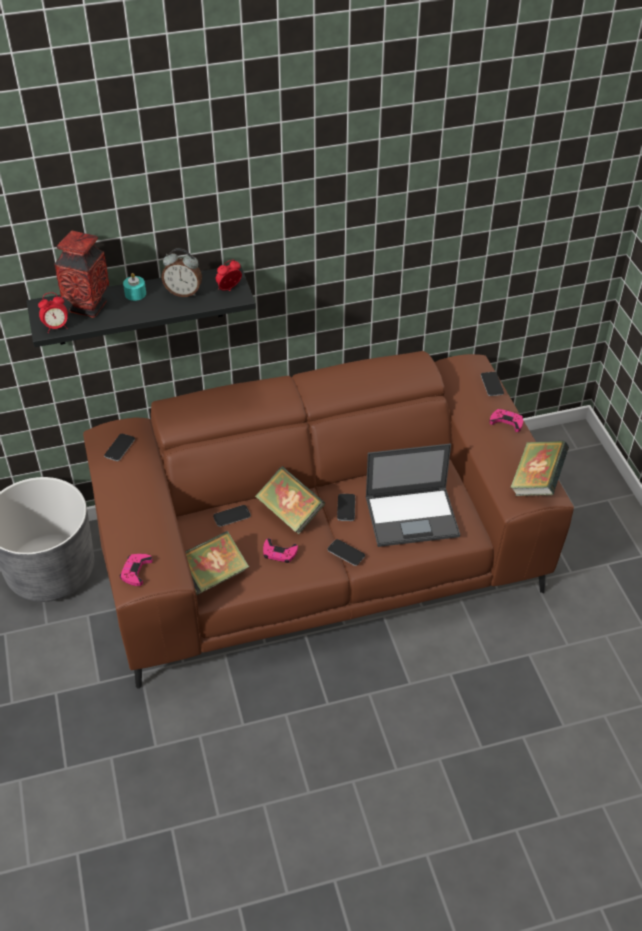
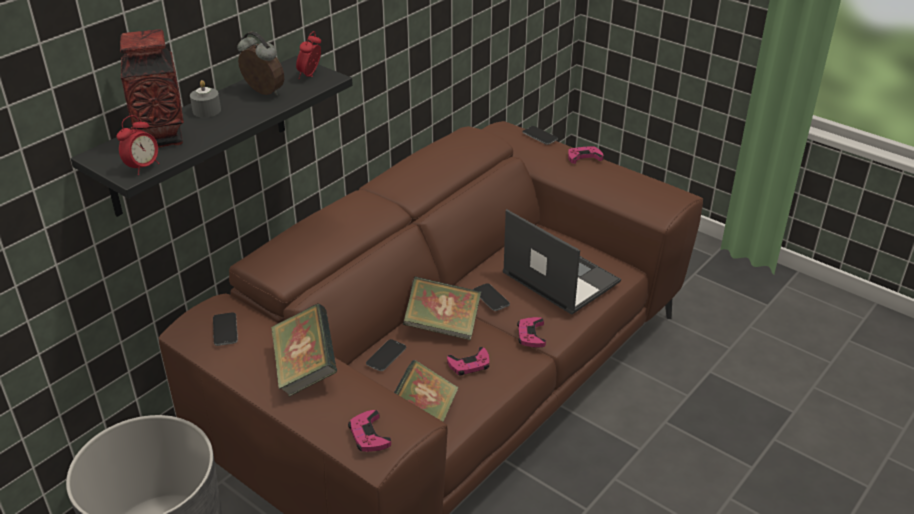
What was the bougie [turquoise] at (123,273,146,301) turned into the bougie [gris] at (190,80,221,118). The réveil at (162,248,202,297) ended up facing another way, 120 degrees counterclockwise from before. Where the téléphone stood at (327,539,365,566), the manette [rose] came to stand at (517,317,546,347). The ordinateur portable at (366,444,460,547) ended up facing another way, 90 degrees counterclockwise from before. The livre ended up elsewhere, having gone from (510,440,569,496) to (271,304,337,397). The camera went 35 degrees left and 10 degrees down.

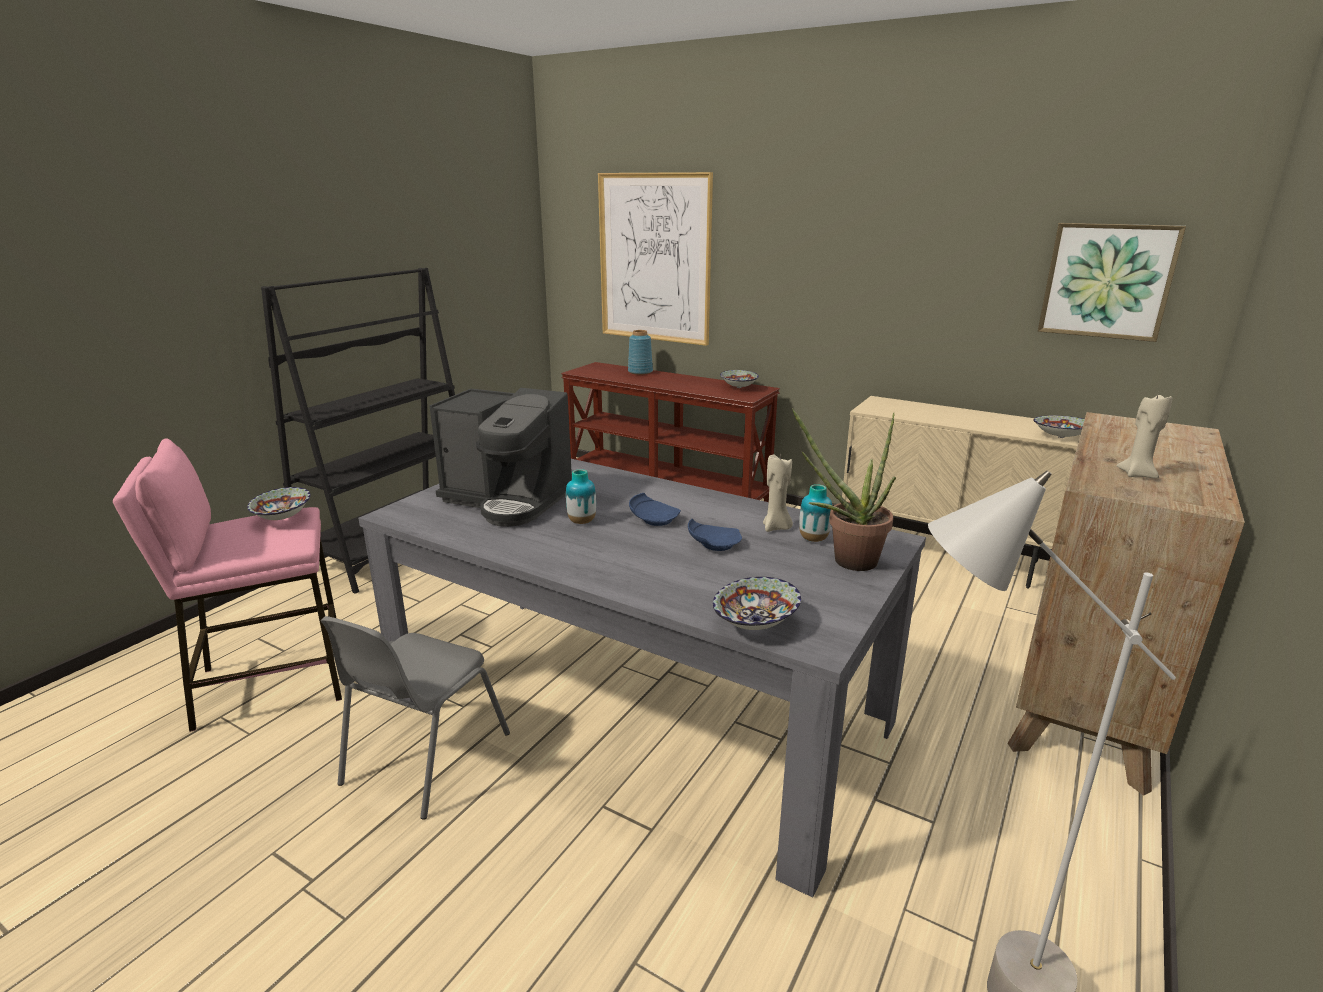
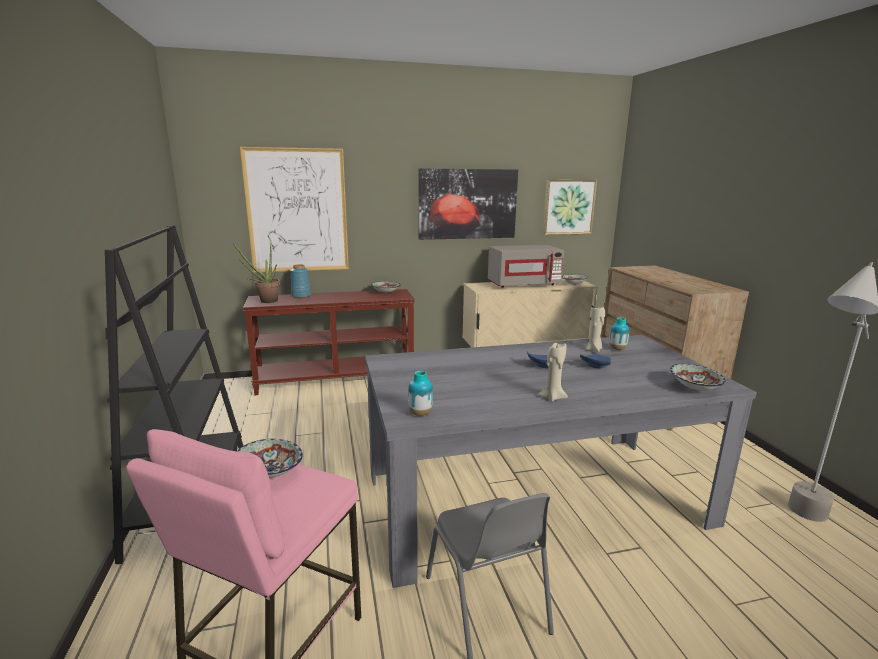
The second view lost the machine à café at (429,388,572,527). The vase ended up elsewhere, having gone from (566,469,596,524) to (408,371,433,416). The plante en pot ended up elsewhere, having gone from (792,408,896,571) to (233,240,280,303). The bougie [beige] ended up elsewhere, having gone from (1116,392,1172,479) to (538,342,568,402). The second view gained the tableau at (418,168,518,240). The second view gained the micro-ondes [gris] at (488,245,564,288). The camera went 45 degrees left and 5 degrees down.

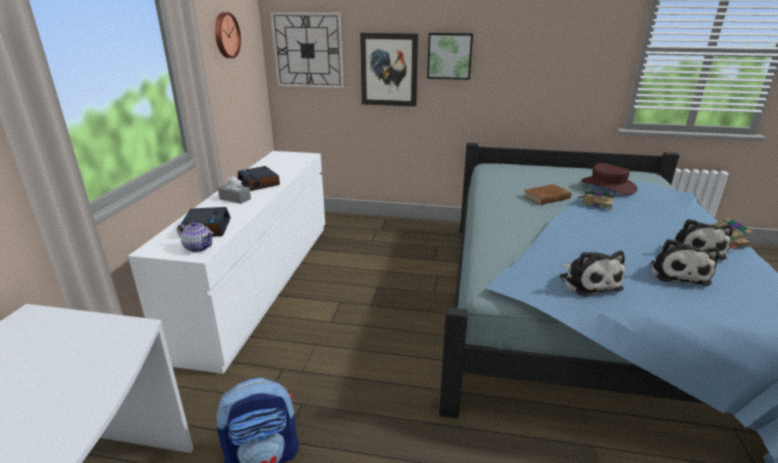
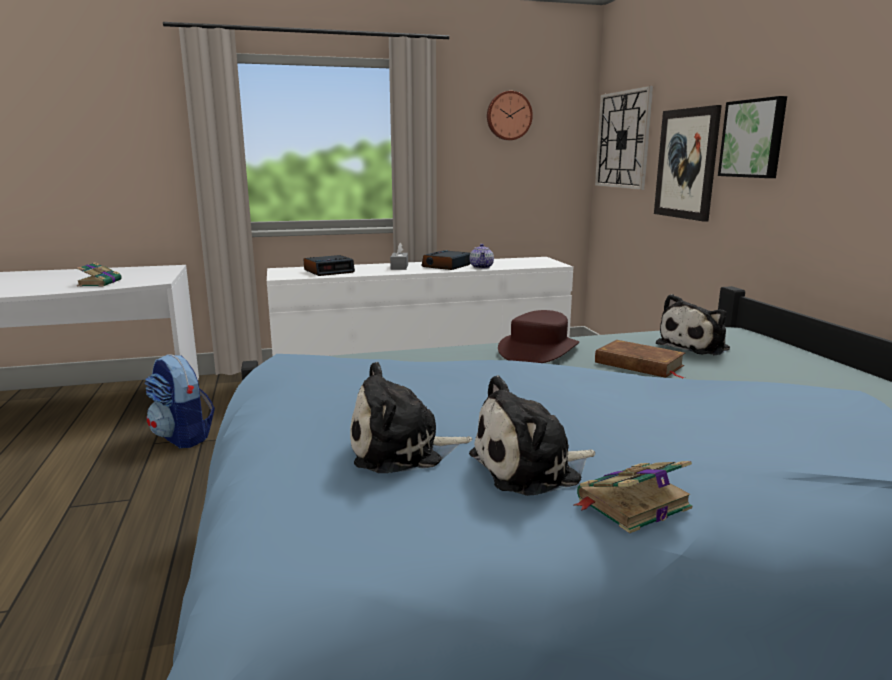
The théière ended up elsewhere, having gone from (177,222,214,252) to (470,244,494,269). The peluche ended up elsewhere, having gone from (560,251,625,297) to (656,294,730,355). The livre ended up elsewhere, having gone from (578,190,615,210) to (76,262,122,286). The chapeau [marron] ended up elsewhere, having gone from (581,163,638,194) to (498,310,579,363). The camera went 65 degrees right and 10 degrees down.

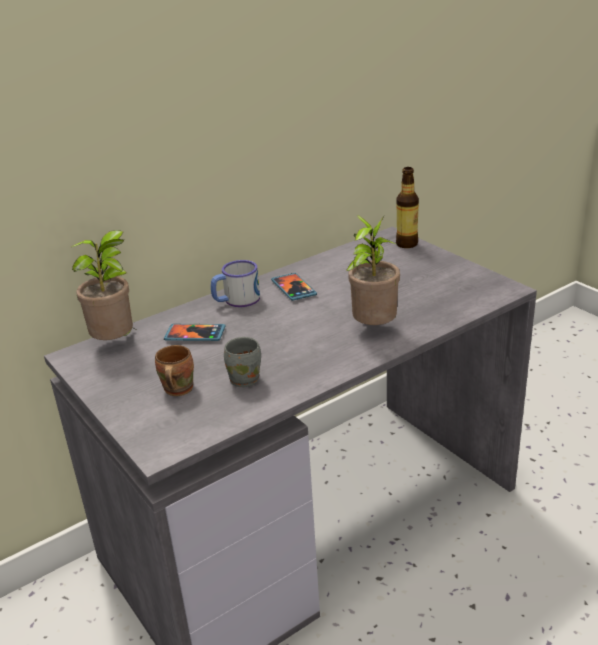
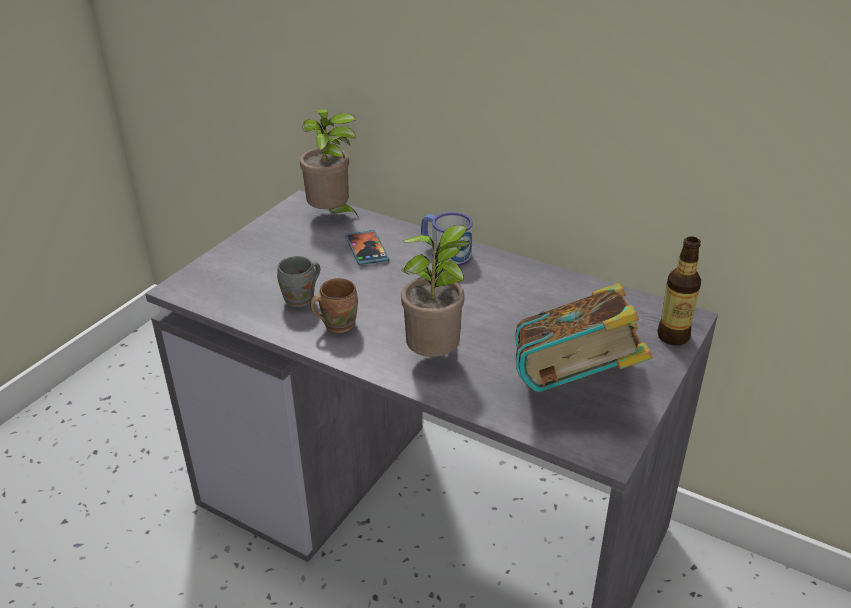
The mug [marron] ended up elsewhere, having gone from (155,345,194,396) to (310,278,358,333). The second view lost the téléphone at (271,273,317,301). The second view gained the livre at (515,283,653,392). The camera went 65 degrees right and 5 degrees up.

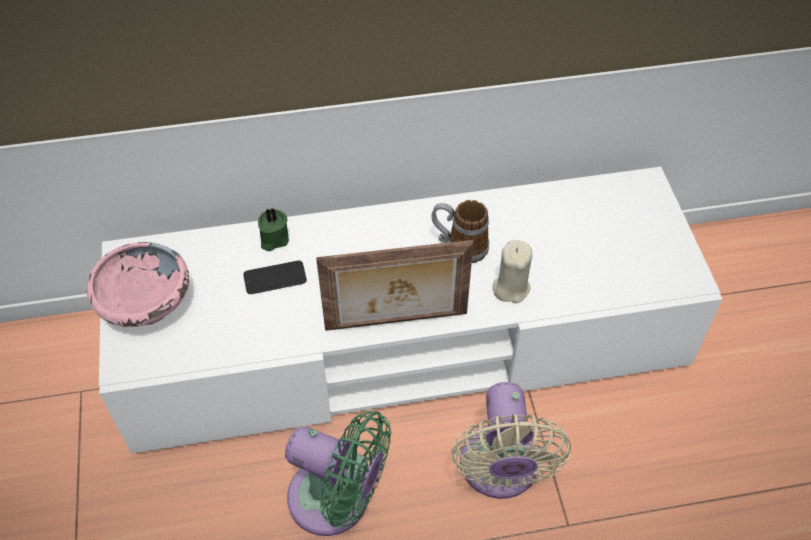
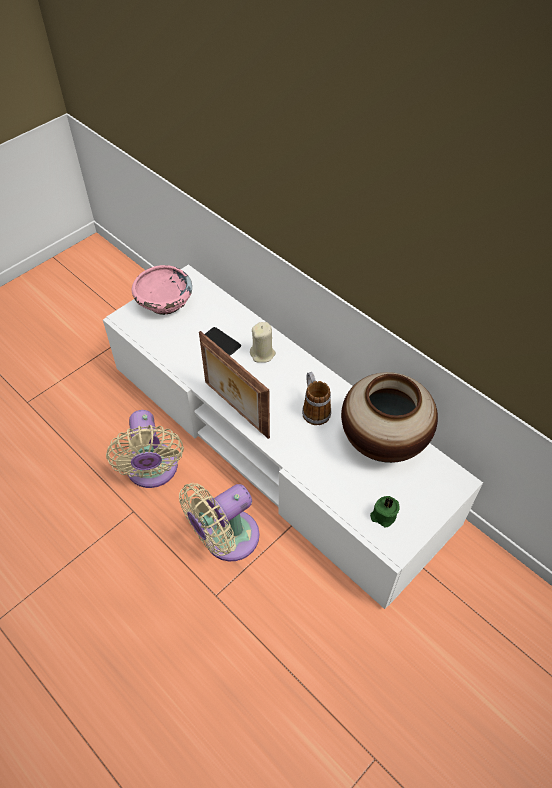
The bougie [vert] ended up elsewhere, having gone from (258,208,289,251) to (370,496,400,527). What was the ventilateur [vert] at (285,411,391,536) turned into the ventilateur [beige] at (106,410,184,488). The bougie [beige] ended up elsewhere, having gone from (493,241,532,303) to (250,322,276,363). The second view gained the vase at (341,372,438,463). The camera went 55 degrees right and 0 degrees up.

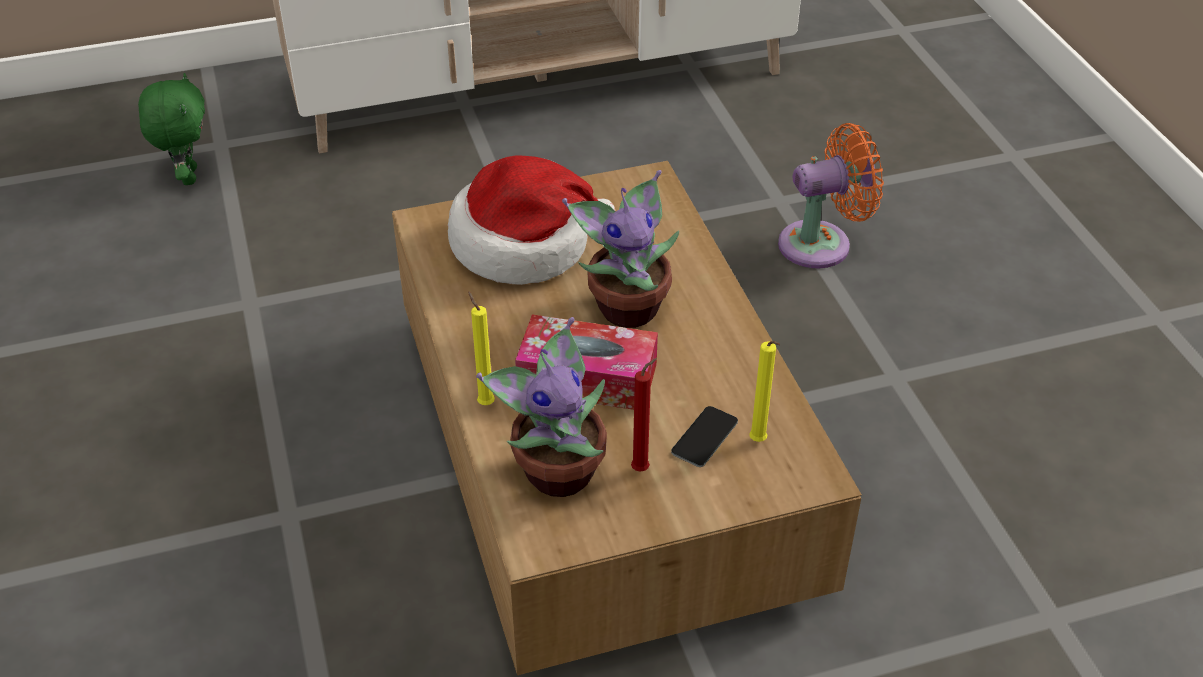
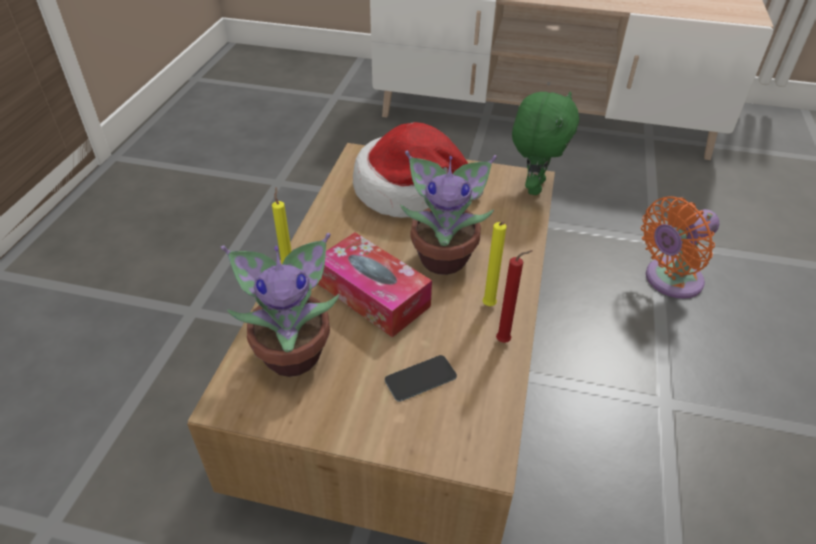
The peluche [vert] ended up elsewhere, having gone from (138,73,205,185) to (512,91,579,195). The bougie [rouge] ended up elsewhere, having gone from (631,358,657,472) to (496,250,532,343). The bougie [jaune] ended up elsewhere, having gone from (749,341,780,442) to (482,222,507,306). The ventilateur [orange] at (778,123,884,268) ended up facing another way, 135 degrees clockwise from before. The camera went 30 degrees right and 0 degrees up.

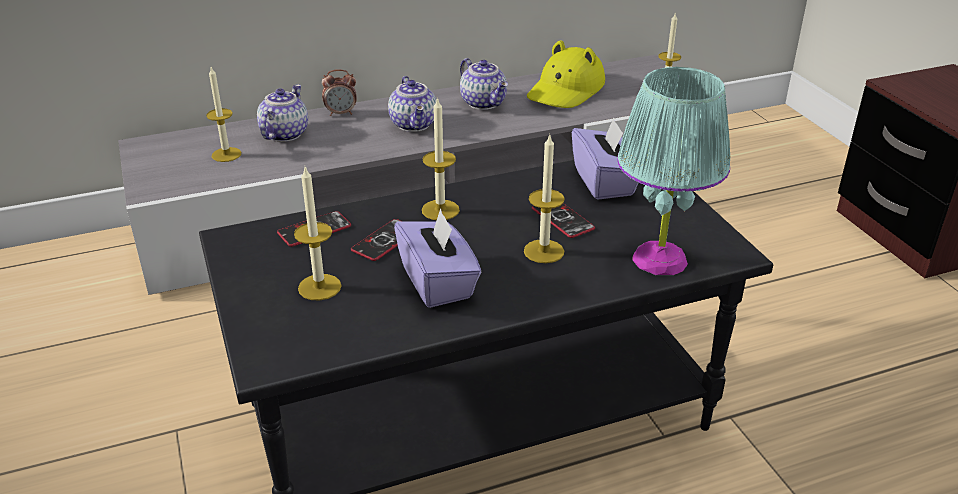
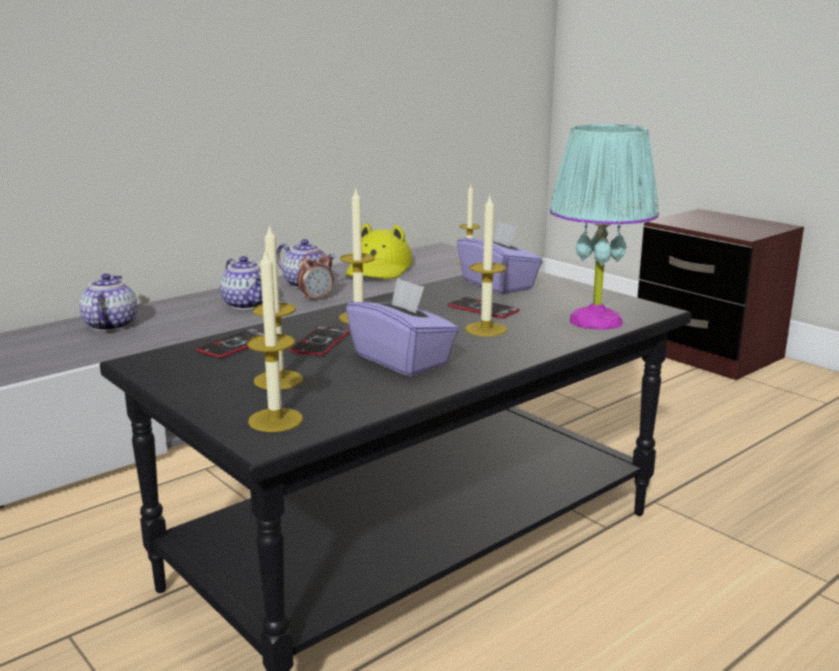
The bougie ended up elsewhere, having gone from (206,67,241,162) to (247,248,303,432). The réveil ended up elsewhere, having gone from (322,69,357,116) to (297,251,334,301). The camera went 20 degrees left and 15 degrees down.

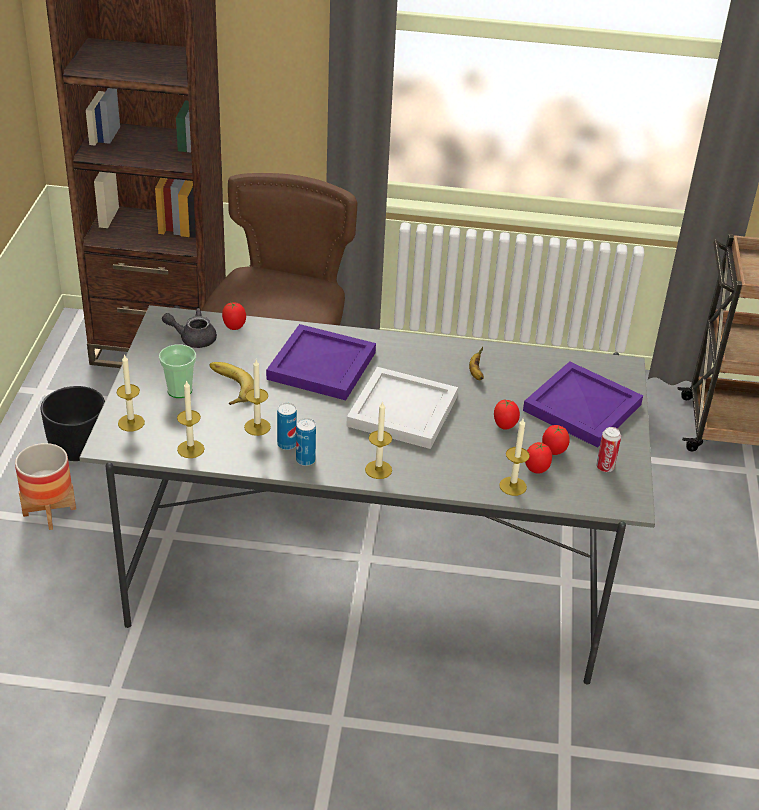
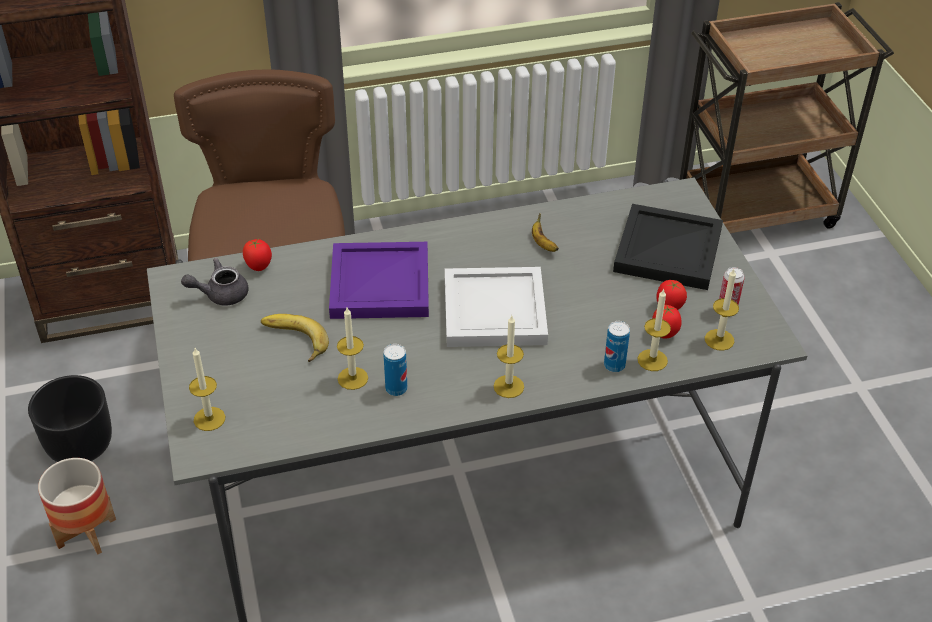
The second view lost the tasse at (159,345,196,398). The bougie ended up elsewhere, having gone from (177,380,205,458) to (705,269,739,351). The boîte métallique ended up elsewhere, having gone from (296,418,316,466) to (604,321,630,372). The second view lost the tomate at (494,400,520,430). What was the plateau [violet] at (523,361,643,448) turned into the plateau [noir] at (613,204,723,290). The camera went 20 degrees left and 5 degrees up.

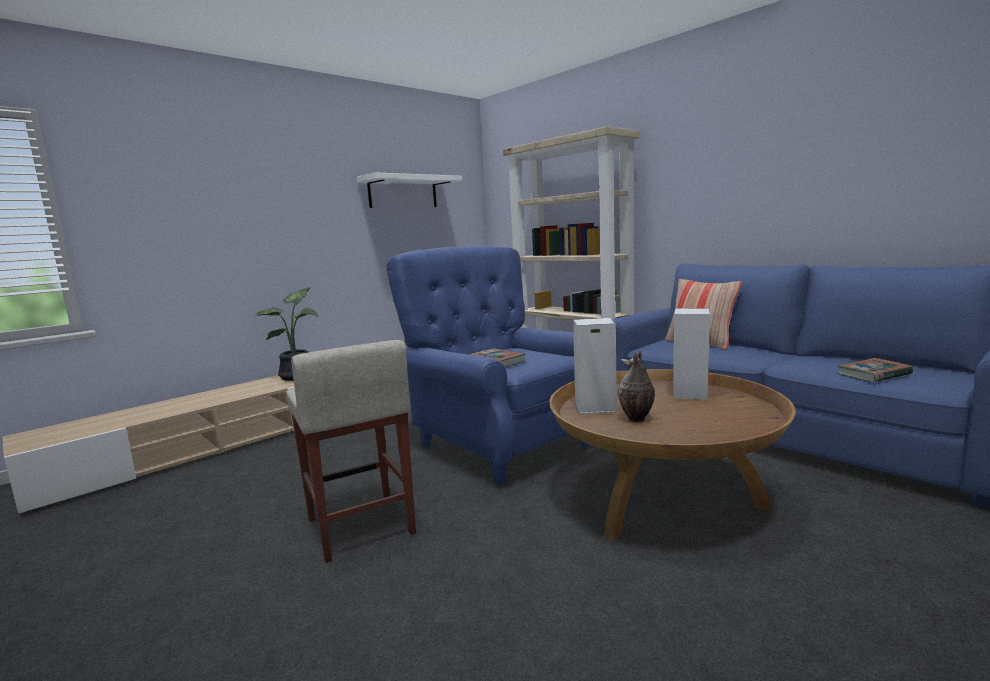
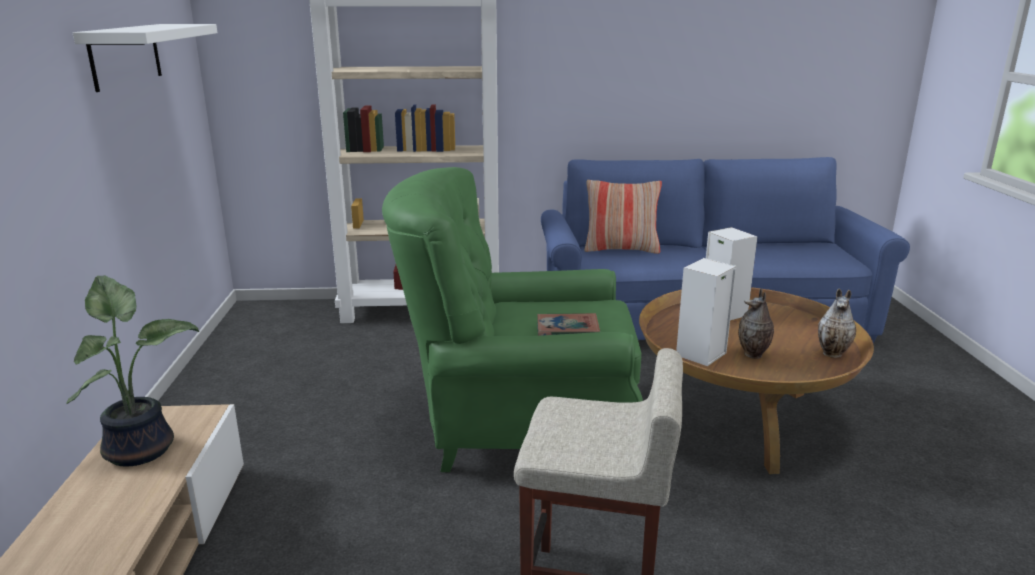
What was the fauteuil [bleu] at (386,246,590,486) turned into the fauteuil [vert] at (382,167,643,472). The second view lost the livre at (837,358,913,382). The second view gained the vase at (818,288,856,358). The camera went 50 degrees left and 10 degrees up.

